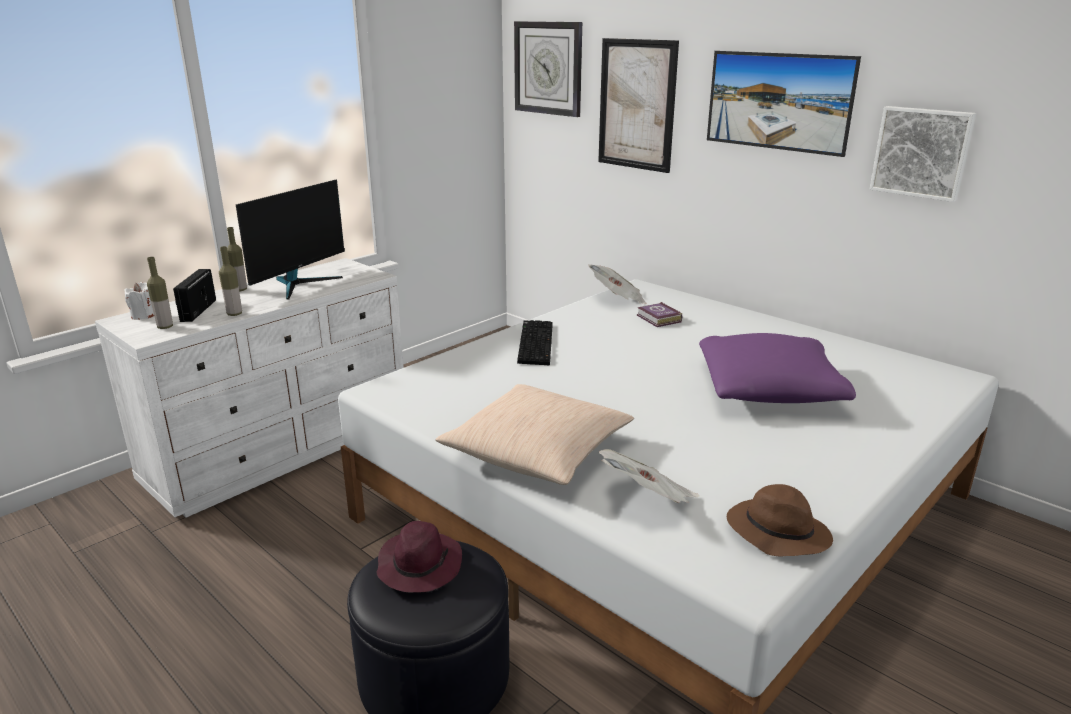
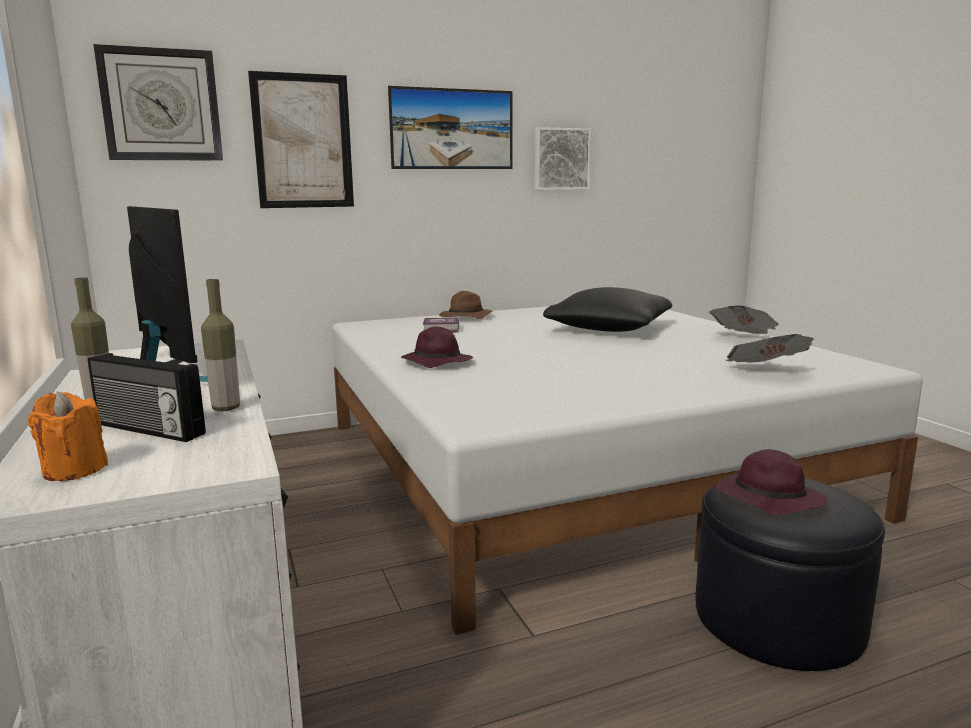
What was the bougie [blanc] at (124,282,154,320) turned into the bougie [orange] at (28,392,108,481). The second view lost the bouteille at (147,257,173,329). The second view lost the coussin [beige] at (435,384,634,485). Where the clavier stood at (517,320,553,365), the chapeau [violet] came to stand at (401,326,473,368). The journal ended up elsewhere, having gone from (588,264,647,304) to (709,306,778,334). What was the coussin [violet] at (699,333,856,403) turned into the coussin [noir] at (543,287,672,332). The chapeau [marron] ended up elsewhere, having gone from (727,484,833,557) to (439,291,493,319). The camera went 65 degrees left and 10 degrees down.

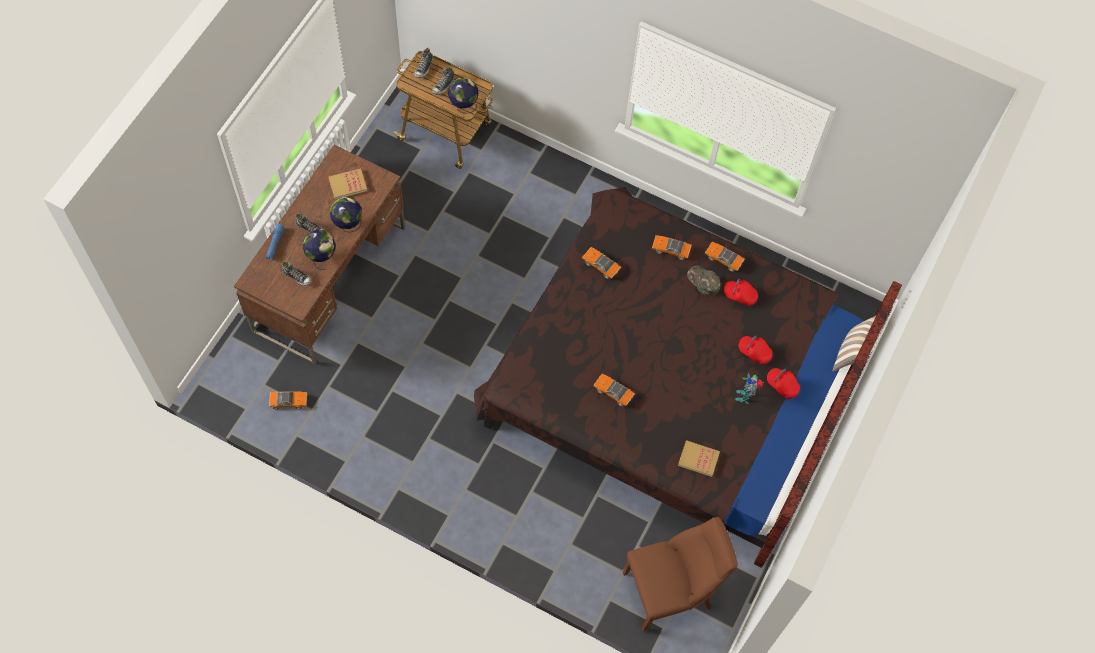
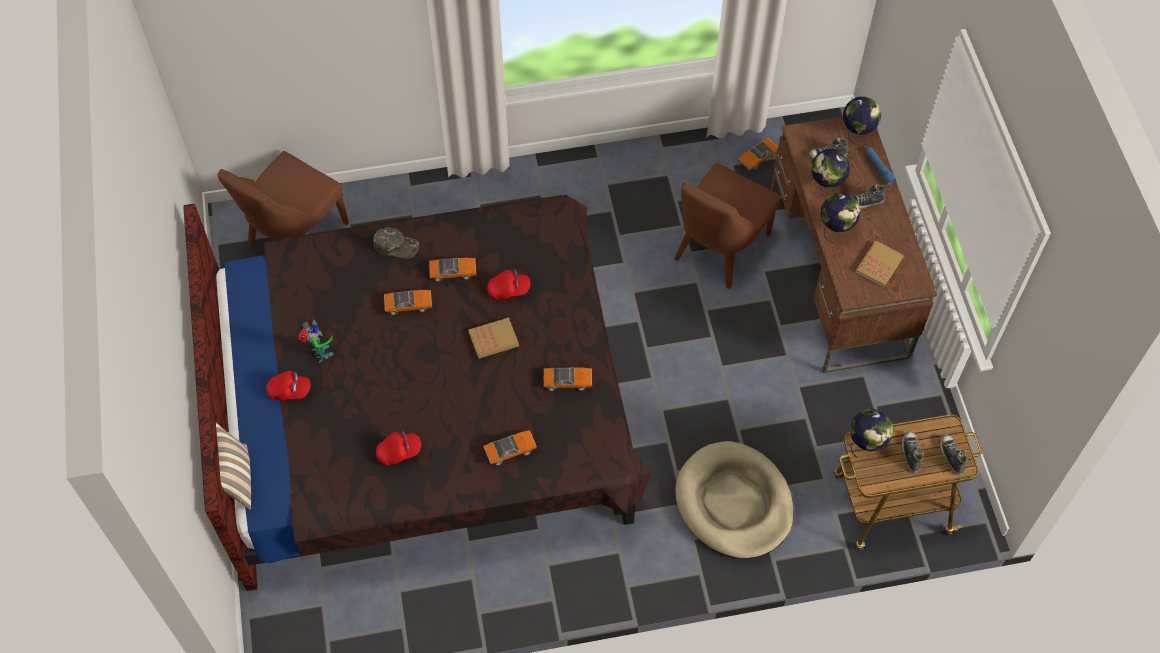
The livre ended up elsewhere, having gone from (678,440,720,477) to (468,317,519,359). The casquette [vert] ended up elsewhere, having gone from (687,265,720,296) to (373,227,419,259). The petite voiture ended up elsewhere, having gone from (705,242,745,272) to (384,289,432,315). The casquette [rouge] ended up elsewhere, having gone from (739,335,772,365) to (487,270,530,299). The second view gained the chaise [marron] at (674,163,780,289). The second view gained the panier pour chien [beige] at (675,441,794,559). The second view gained the globe at (843,96,881,146). The camera went 145 degrees right and 5 degrees down.

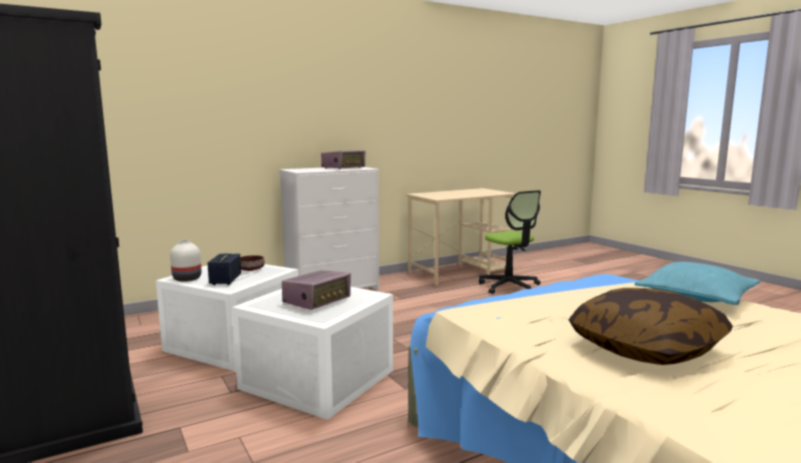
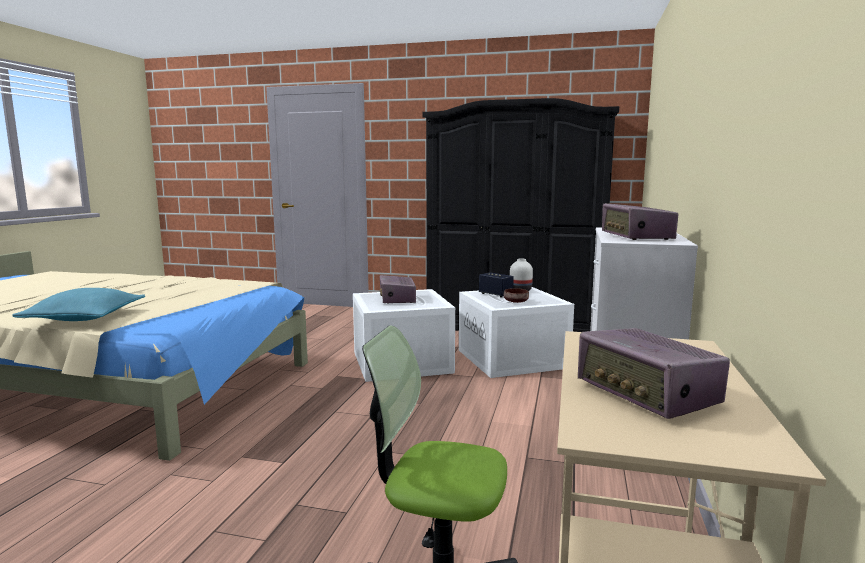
The second view lost the coussin at (568,288,733,365). The second view gained the radio at (578,328,730,419). The camera went 135 degrees right and 0 degrees up.

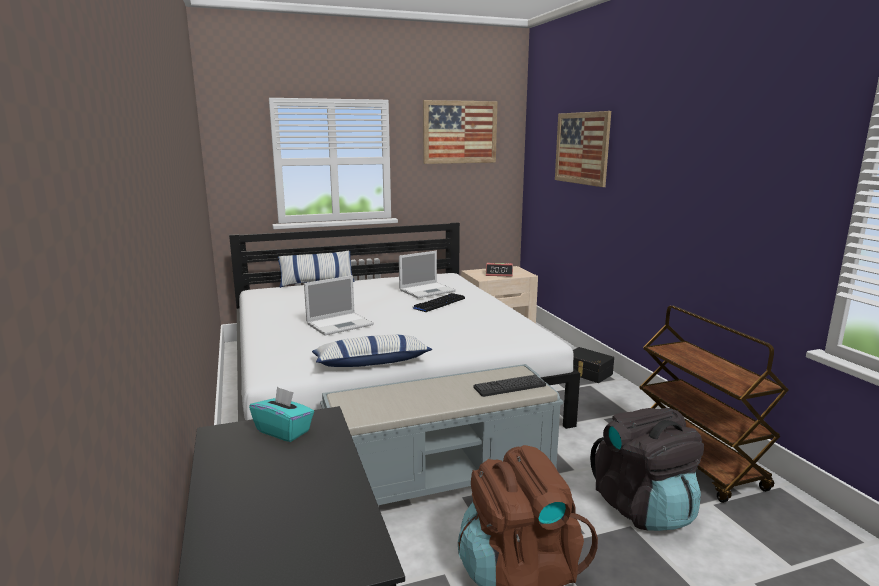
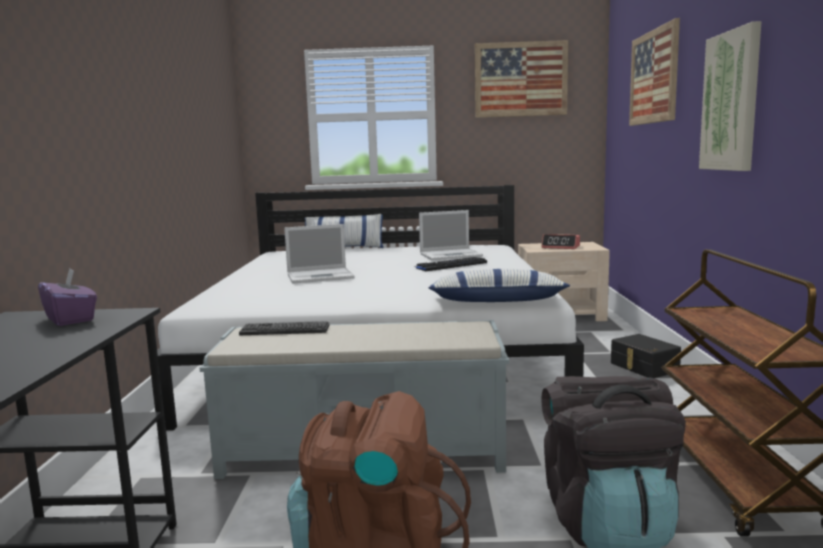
What was the boîte à mouchoirs [turquoise] at (249,387,314,442) turned into the boîte à mouchoirs [violet] at (38,268,97,326). The coussin ended up elsewhere, having gone from (312,335,432,367) to (429,269,570,302). The clavier ended up elsewhere, having gone from (474,375,546,397) to (239,321,329,335). The second view gained the tableau at (699,21,762,171). The camera went 20 degrees right and 5 degrees down.

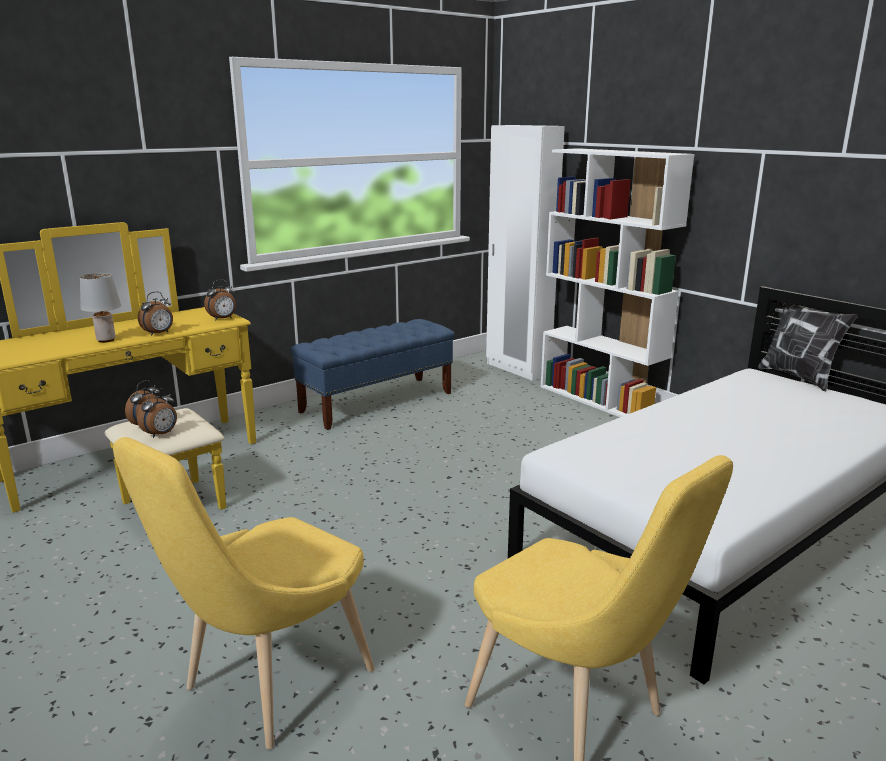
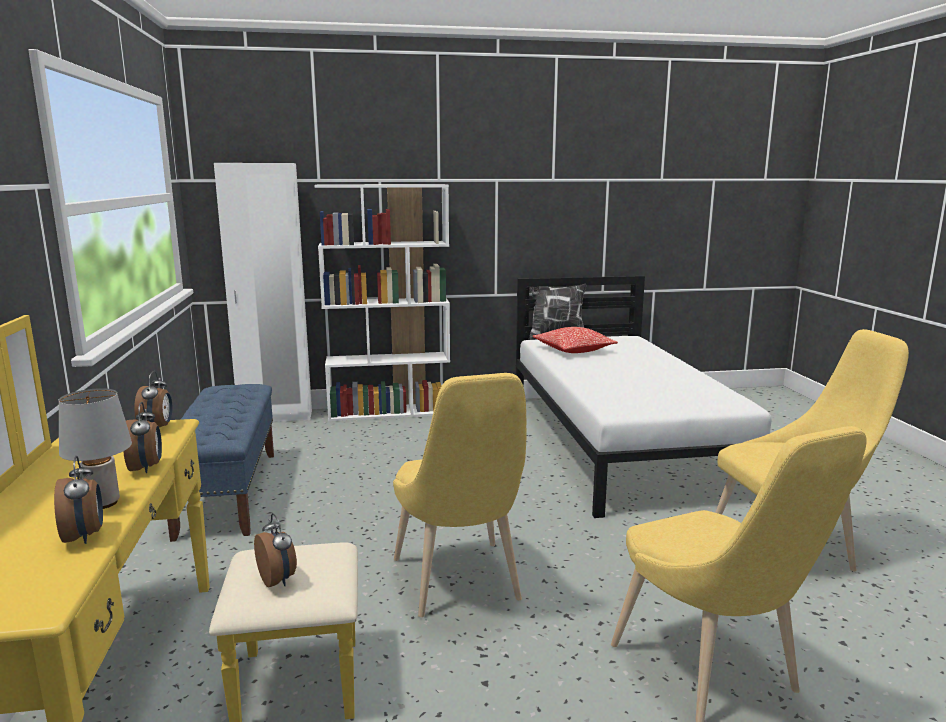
The réveil ended up elsewhere, having gone from (137,388,177,438) to (54,456,103,544). The second view gained the chaise [jaune] at (393,373,526,617). The second view gained the coussin at (533,327,618,353). The camera went 60 degrees left and 5 degrees down.

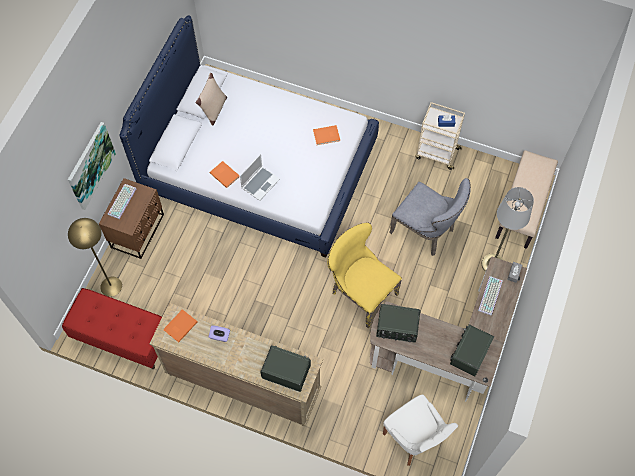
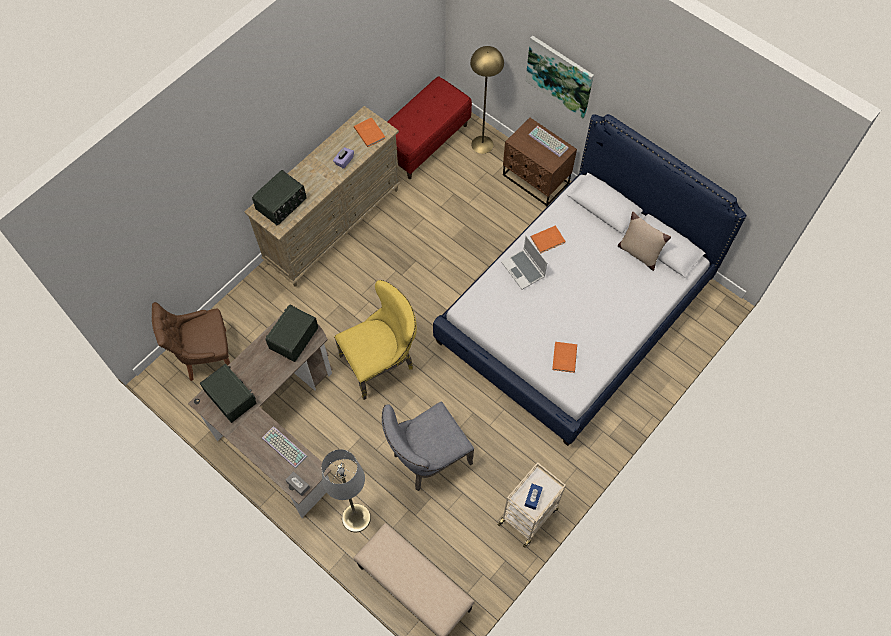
What was the chaise [blanc] at (383,395,458,466) turned into the chaise [marron] at (152,302,230,381). The camera went 110 degrees right and 0 degrees up.

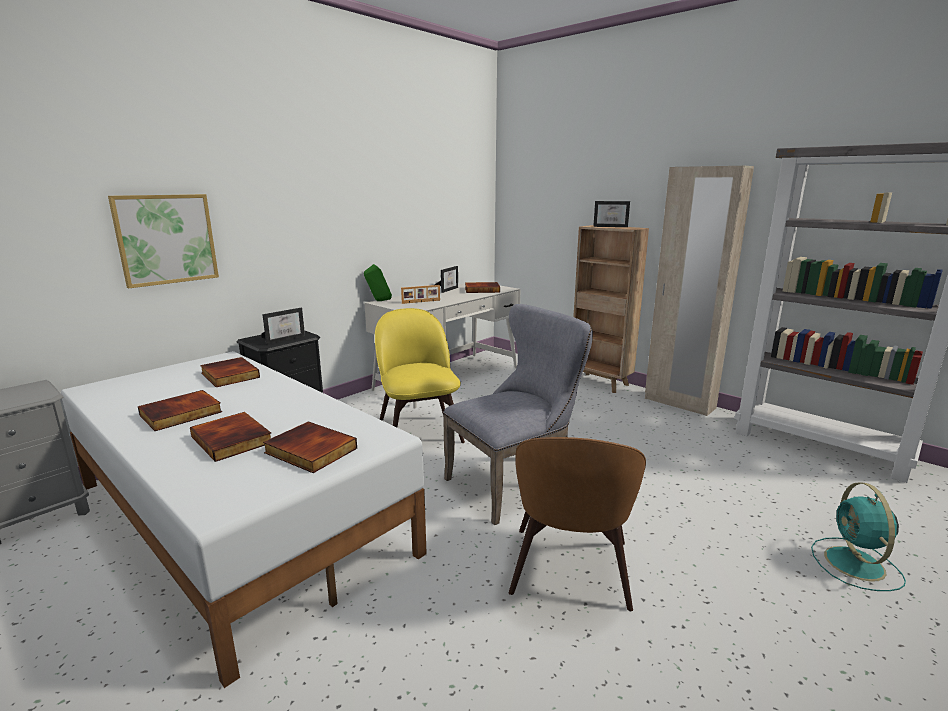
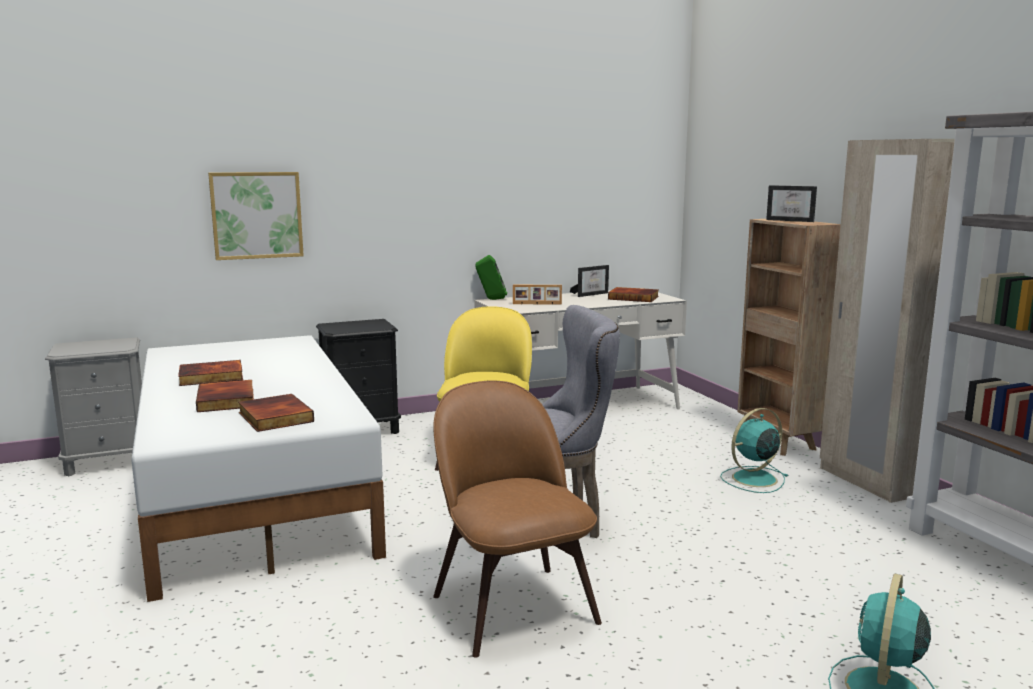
The second view lost the livre at (200,357,260,387). The second view lost the cadre photo at (261,308,305,345). The chaise [marron] at (509,437,646,611) ended up facing another way, 120 degrees clockwise from before. The second view gained the ventilateur [turquoise] at (720,408,788,493). The camera went 25 degrees right and 5 degrees down.

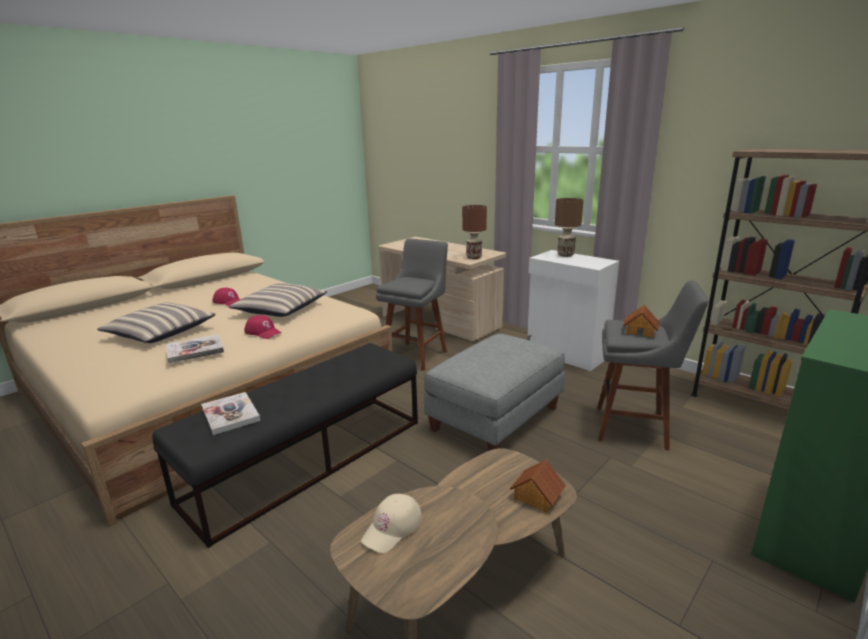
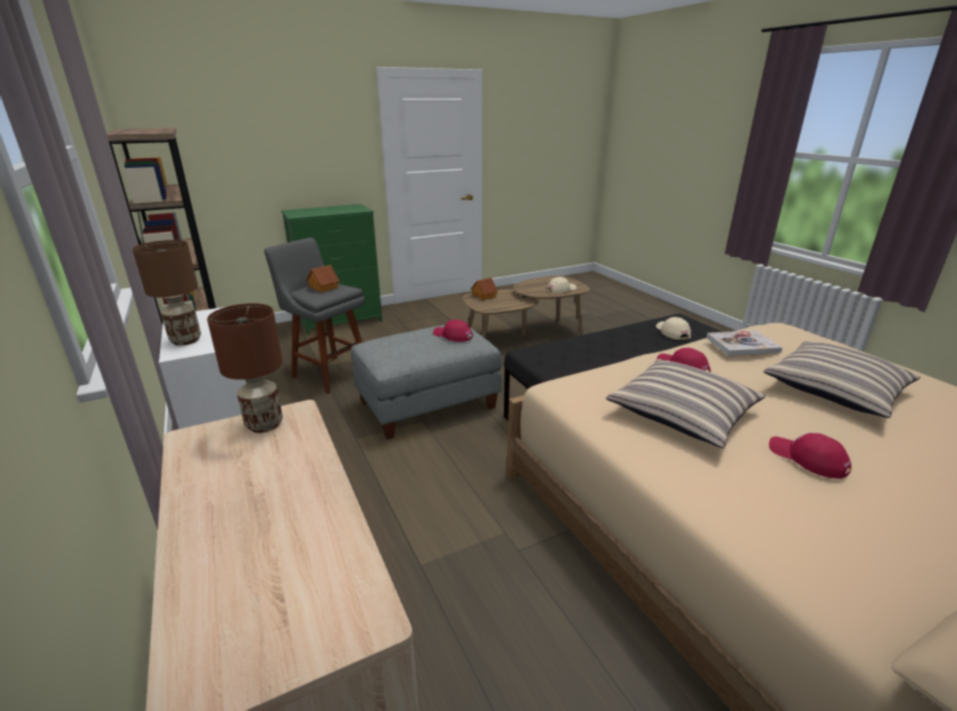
Where the livre stood at (201,392,260,435), the casquette [beige] came to stand at (656,317,691,340). The second view lost the tabouret [gris] at (376,239,448,371). The second view gained the casquette [rouge] at (433,320,473,342). The camera went 160 degrees left and 5 degrees up.

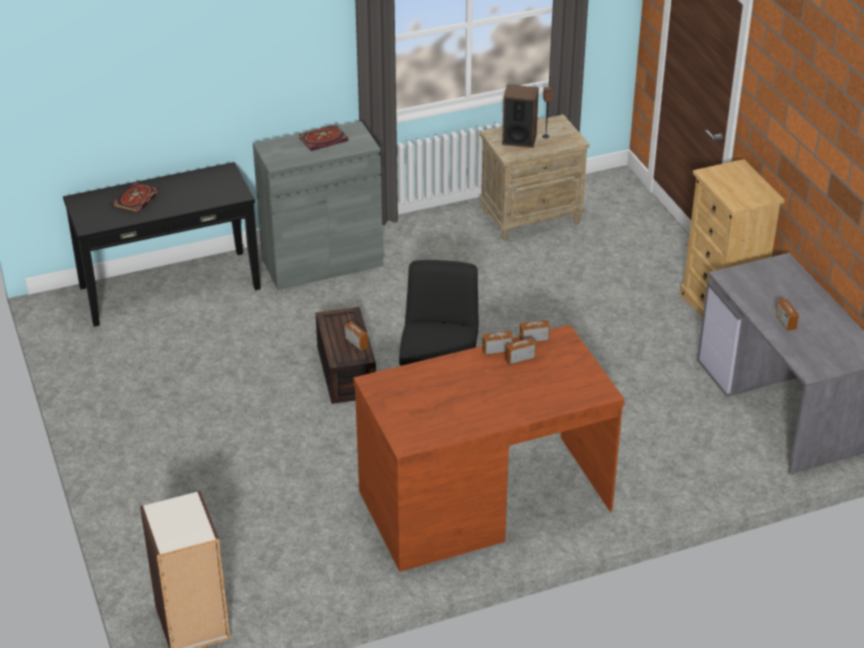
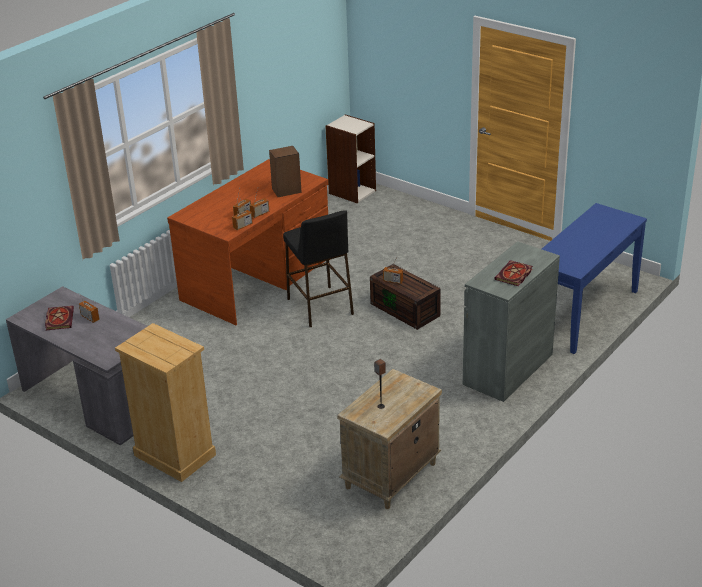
What was the table console [noir] at (63,162,261,327) turned into the table console [bleu] at (542,203,647,354). The livre ended up elsewhere, having gone from (111,182,159,213) to (45,306,74,330). The enceinte ended up elsewhere, having gone from (502,84,539,148) to (269,146,302,197). The camera went 150 degrees right and 5 degrees down.

